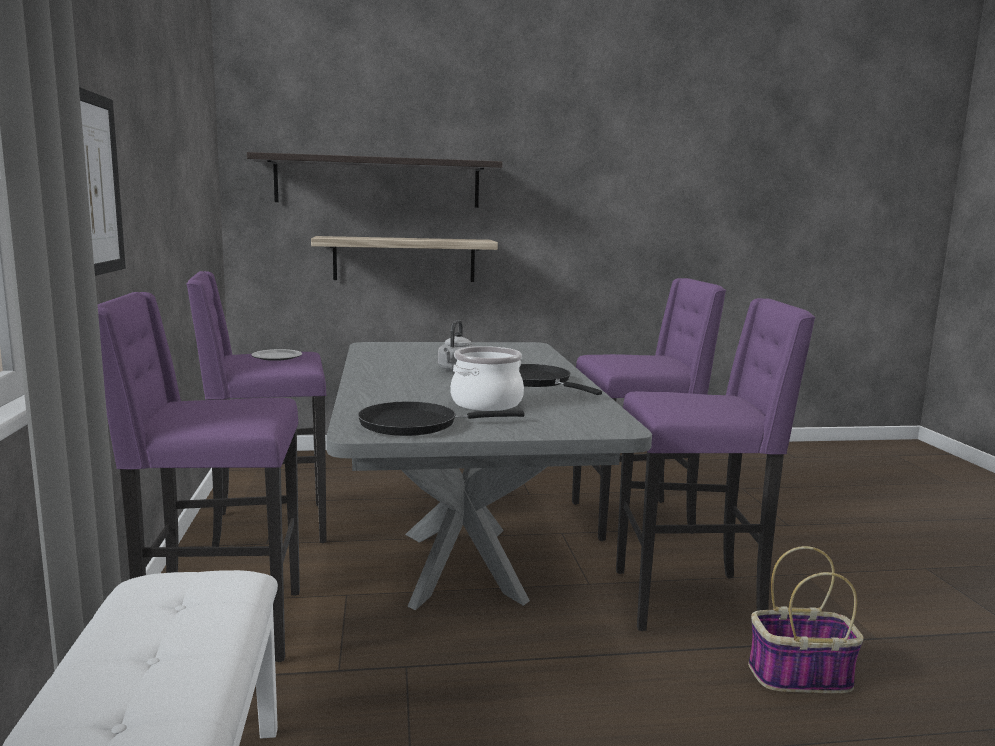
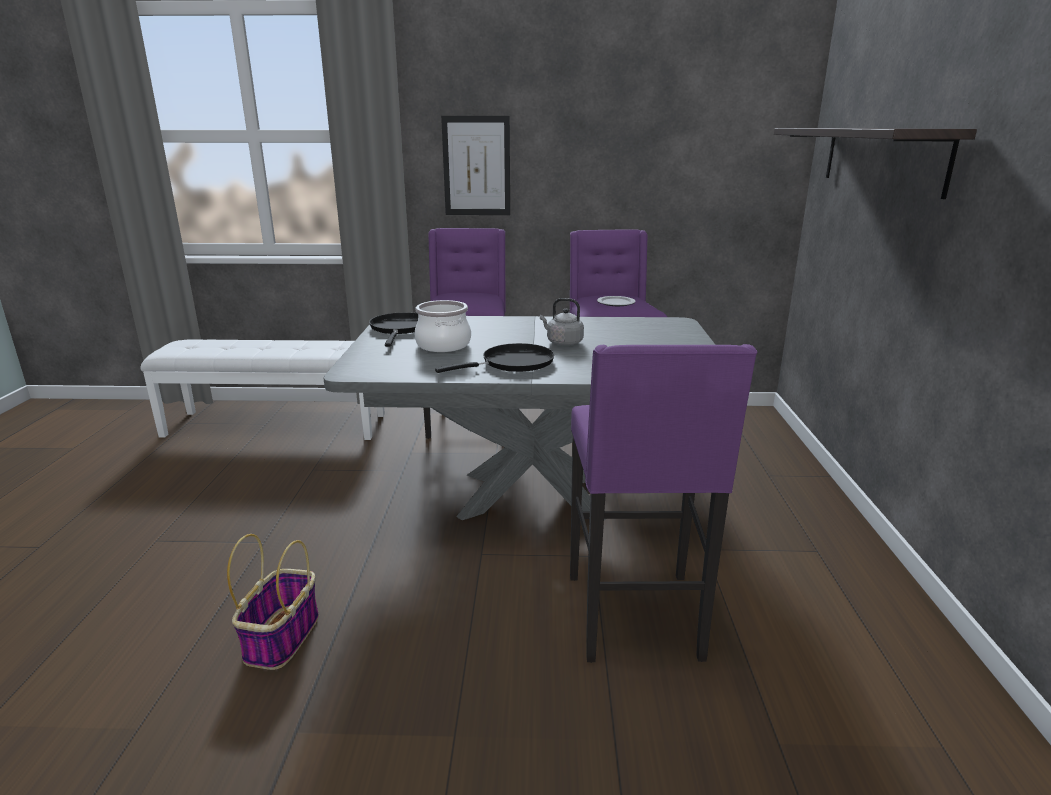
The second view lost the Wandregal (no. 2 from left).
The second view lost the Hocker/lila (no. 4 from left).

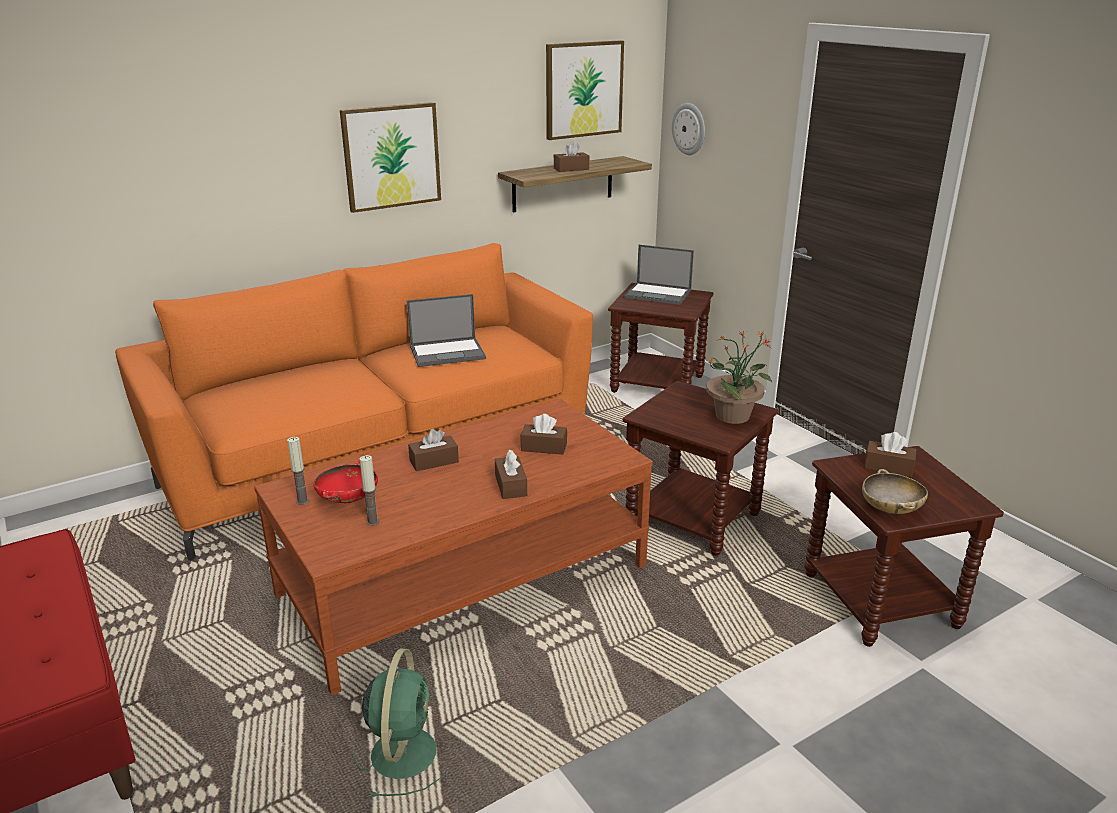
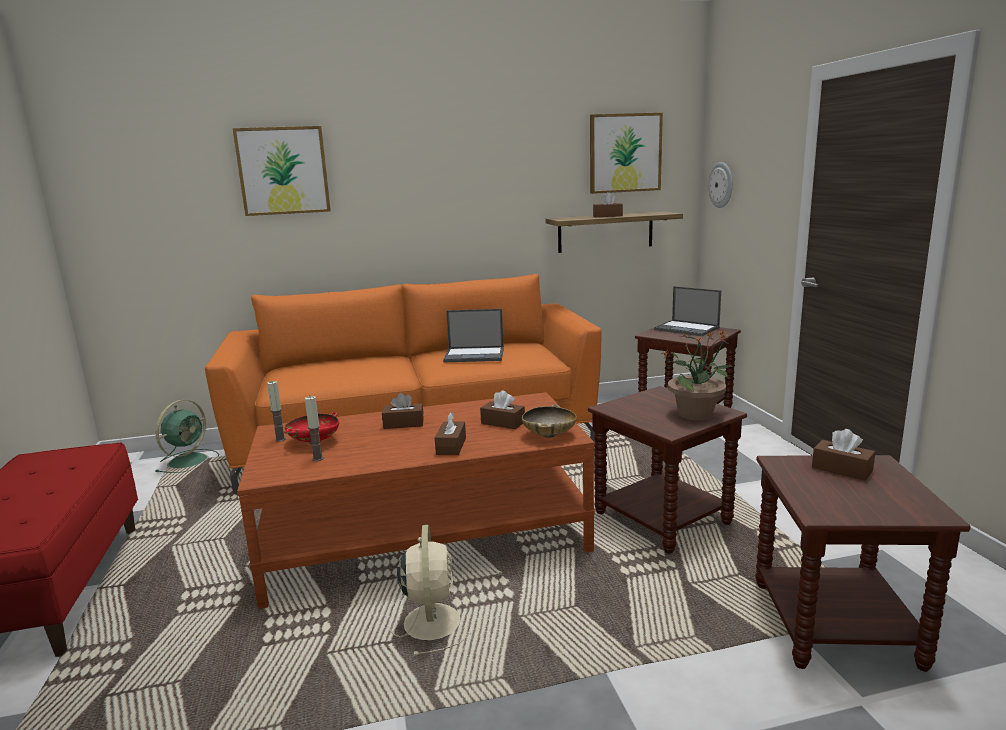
The second view gained the Ventilator/beige.
The Bild (no. 1 from left) ended up elsewhere.
The Ventilator/grün ended up elsewhere.
The Schüssel/beige ended up elsewhere.

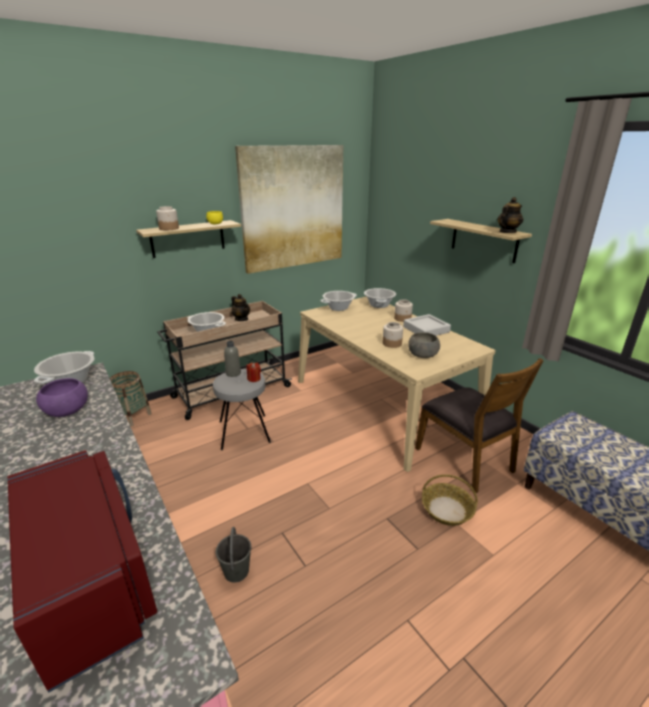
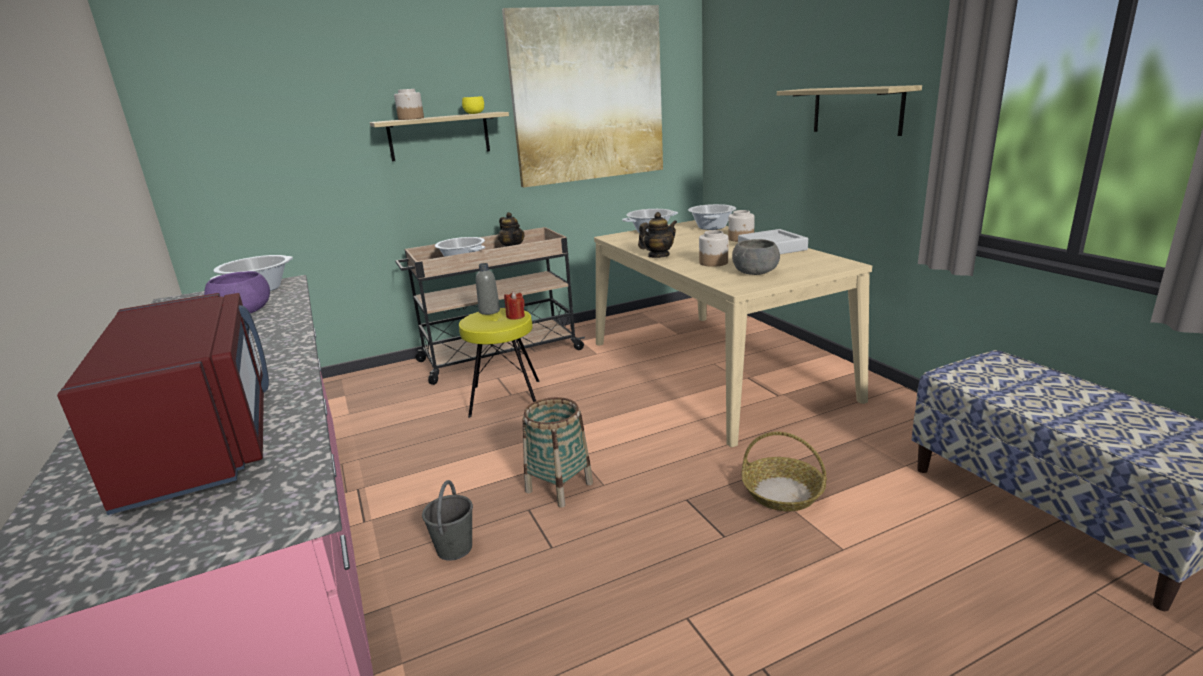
The second view lost the Stuhl/braun.
The Korb (no. 1 from left) ended up elsewhere.
The Teekanne (no. 2 from left) ended up elsewhere.
What was the Hocker/grau turned into the Hocker/gelb.

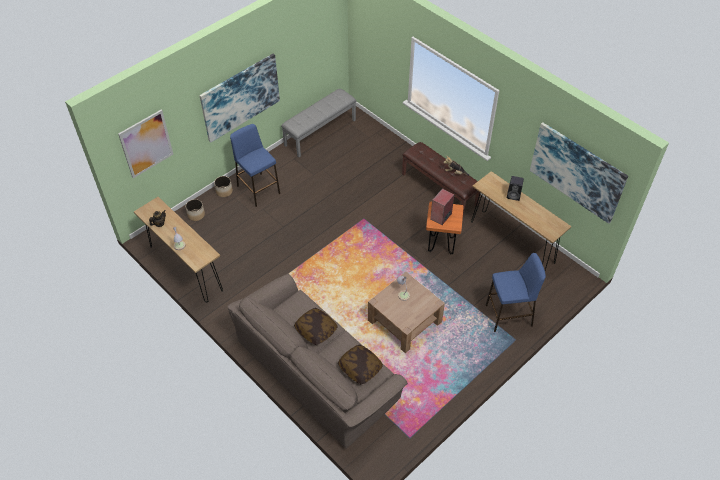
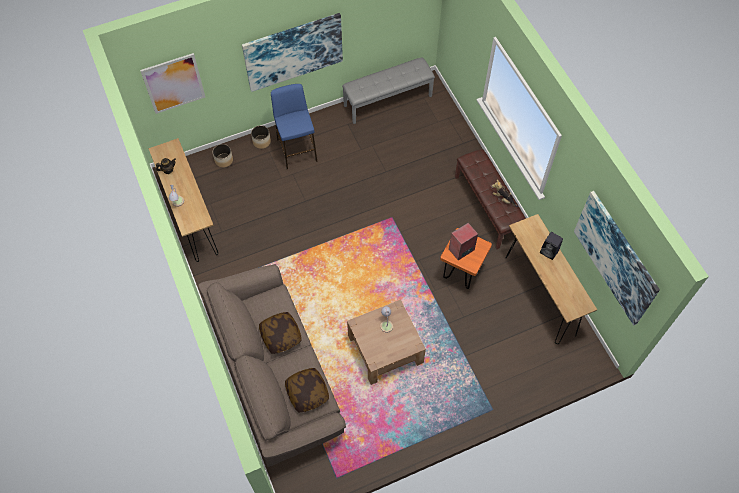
The second view lost the Hocker/blau (no. 2 from left).

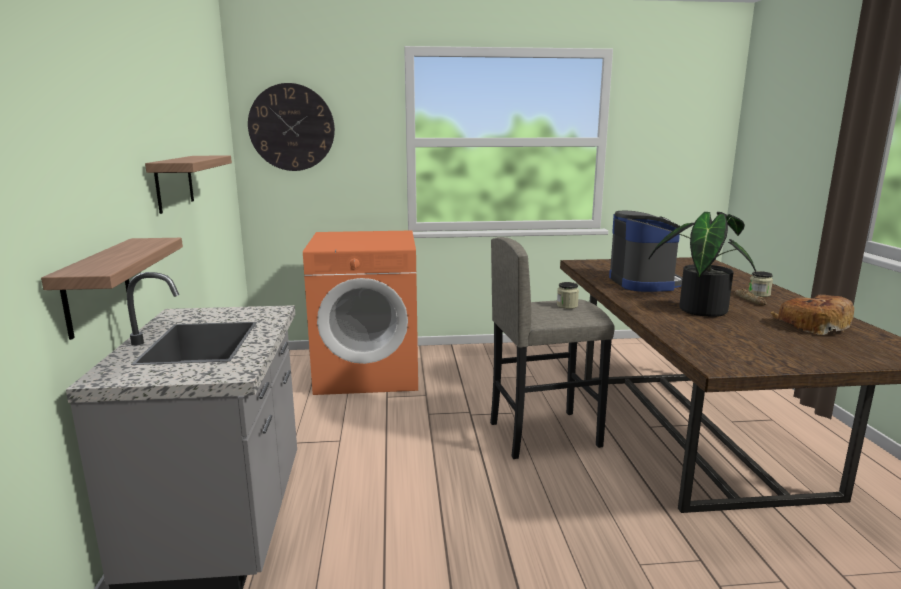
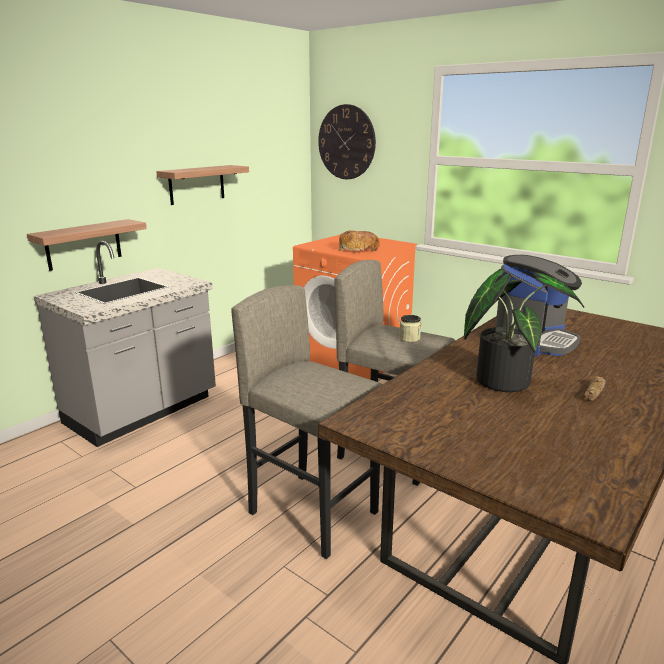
The second view lost the Vorratsglas (no. 2 from left).
The second view gained the Hocker/grau (no. 1 from left).
The Brot (no. 2 from left in the first image) ended up elsewhere.

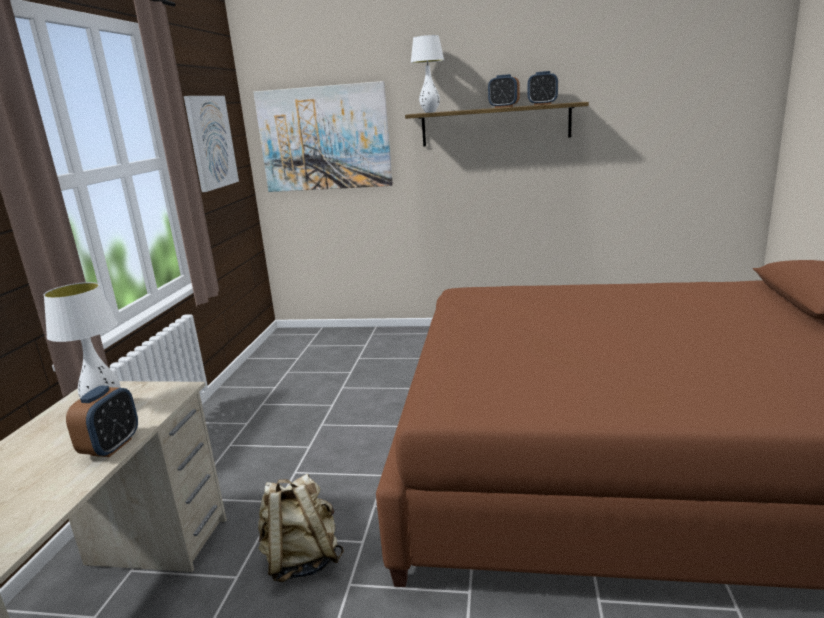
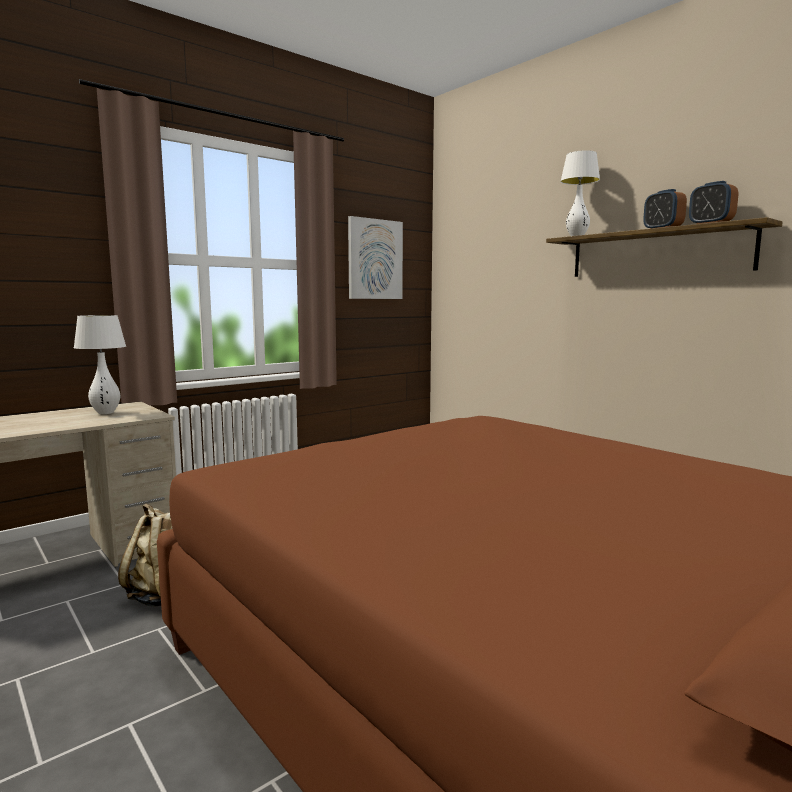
The second view lost the Wecker (no. 1 from left).
The second view lost the Bild (no. 2 from left).

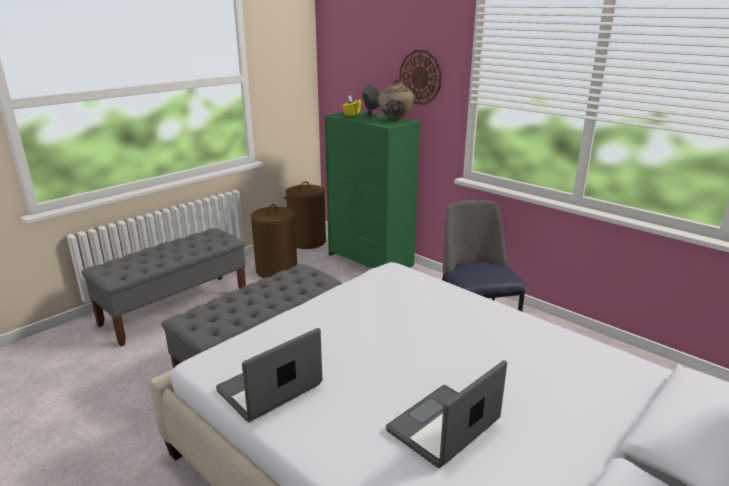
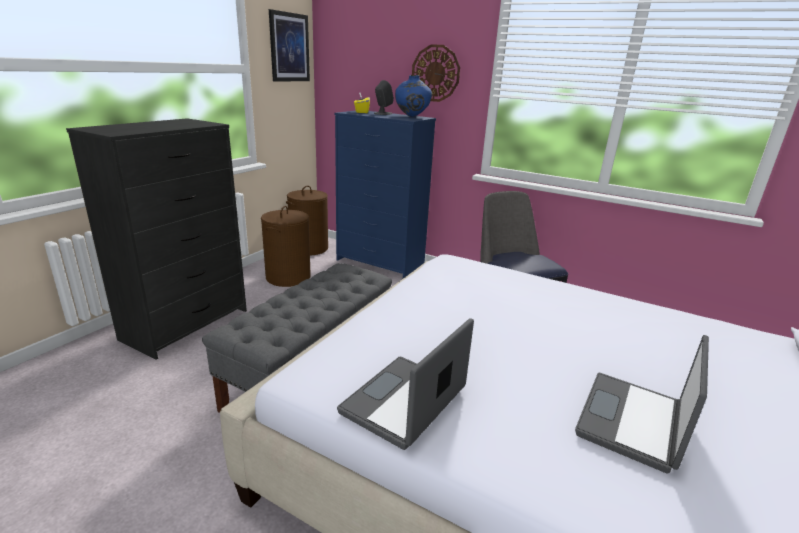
The second view gained the Bild.
Where the Bank/grau (no. 1 from left) stood, the Kommode/schwarz came to stand.
What was the Kommode/grün turned into the Kommode/blau.
What was the Vase/beige turned into the Vase/blau.

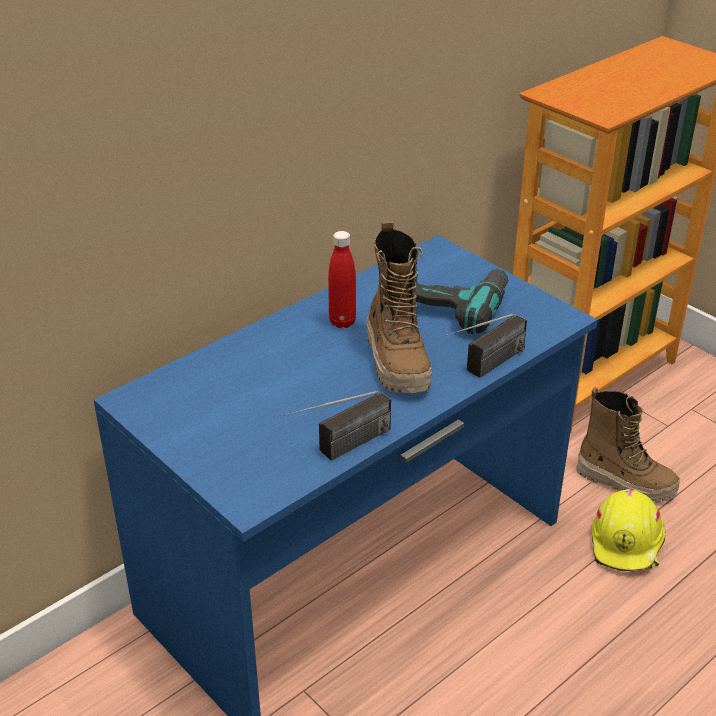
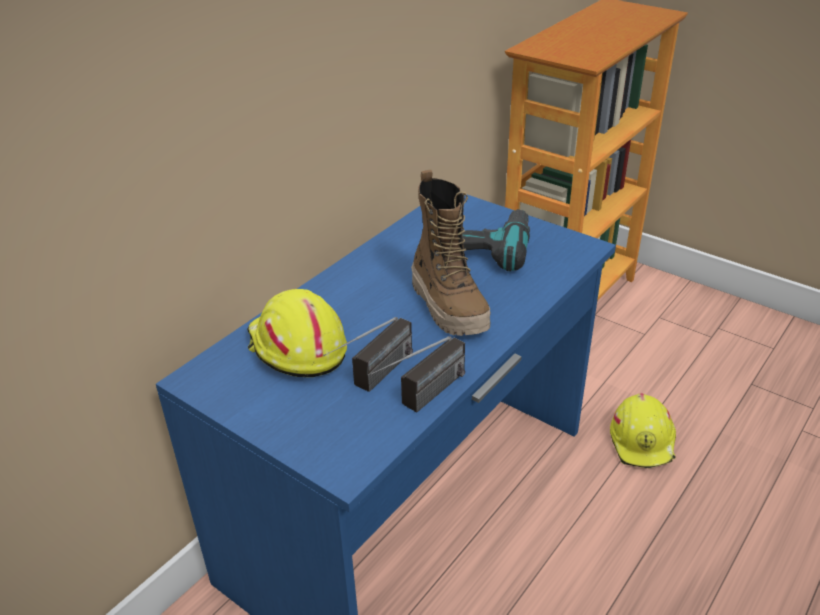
The second view lost the Flasche/rot.
The second view lost the Stiefel (no. 2 from left).
The second view gained the Schutzhelm/gelb (no. 1 from left).
The Radio (no. 2 from left in the first image) ended up elsewhere.

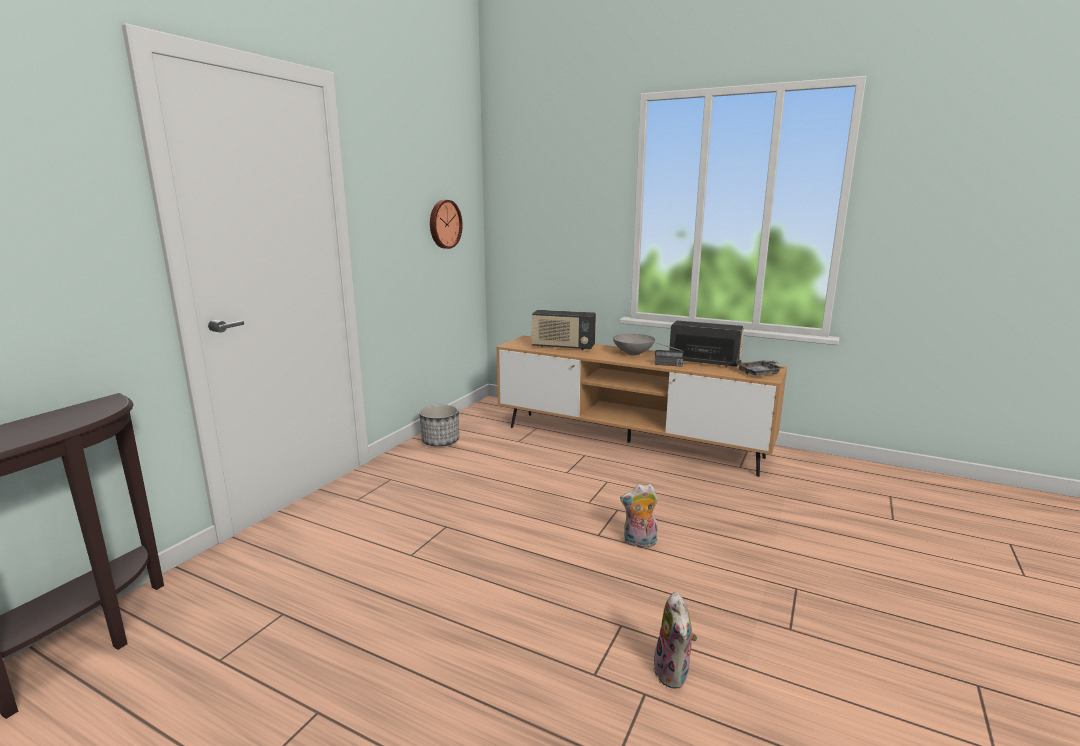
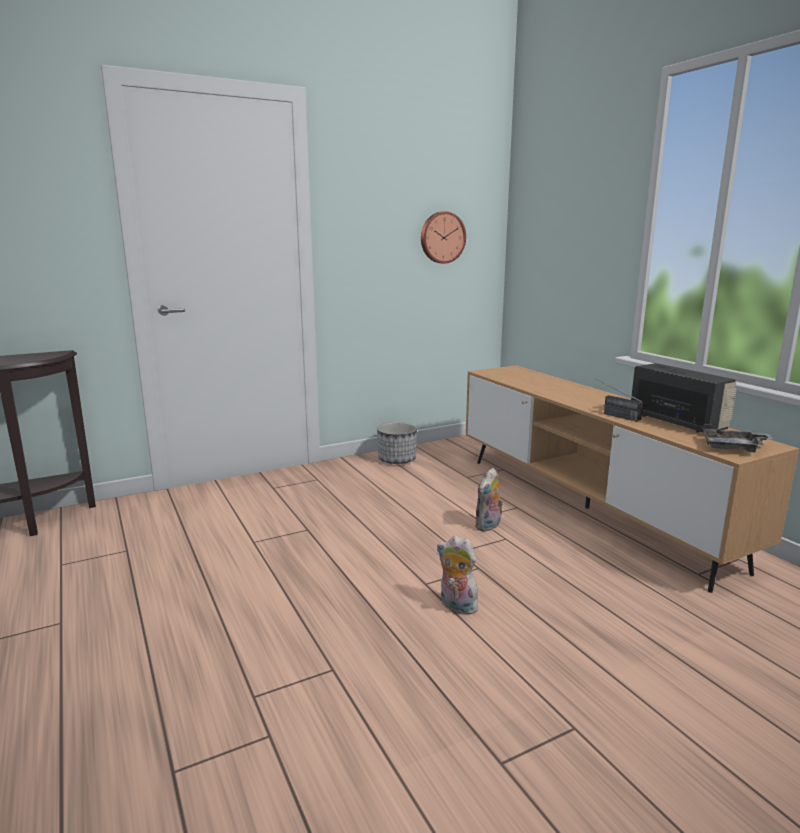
The second view lost the Radio (no. 1 from left).
The second view lost the Schüssel/grau.
The Plüschtier (no. 2 from left) ended up elsewhere.

